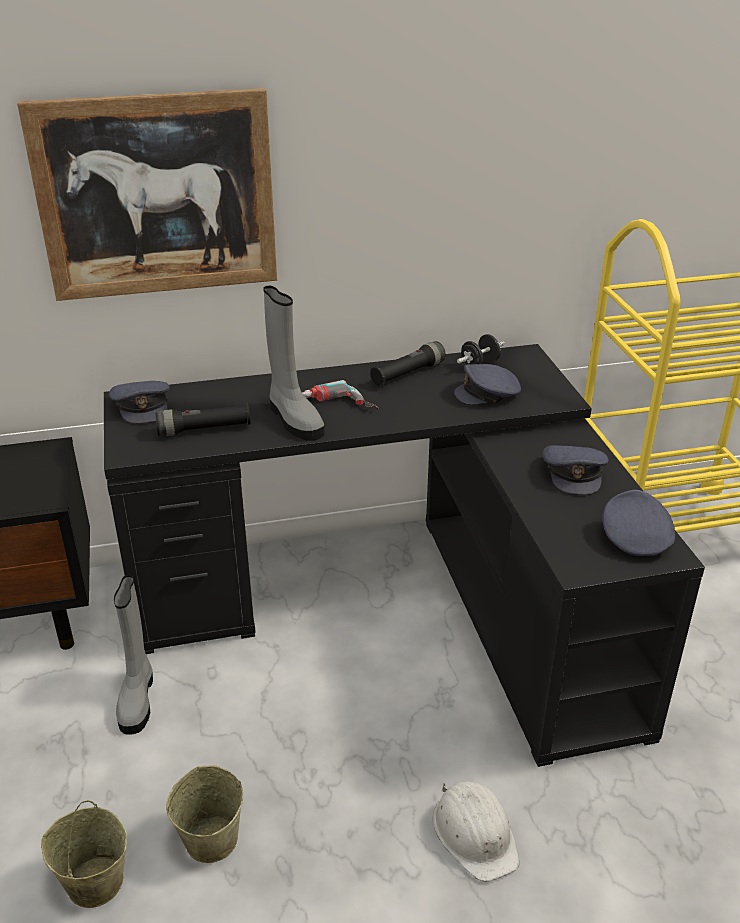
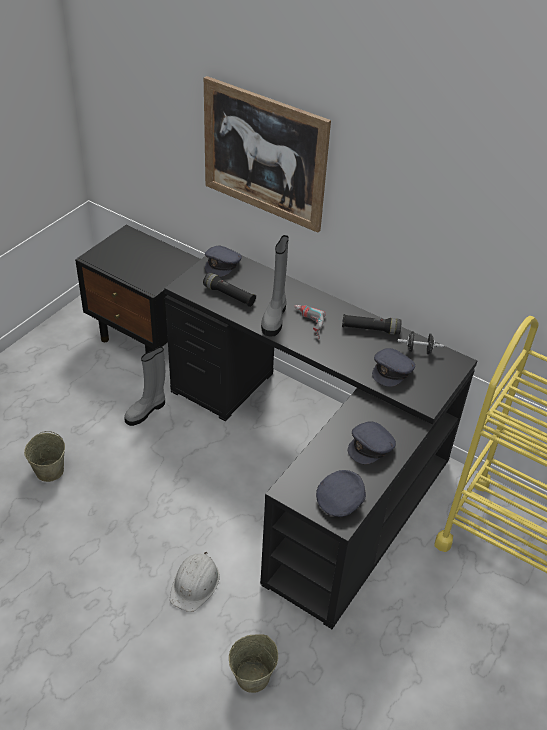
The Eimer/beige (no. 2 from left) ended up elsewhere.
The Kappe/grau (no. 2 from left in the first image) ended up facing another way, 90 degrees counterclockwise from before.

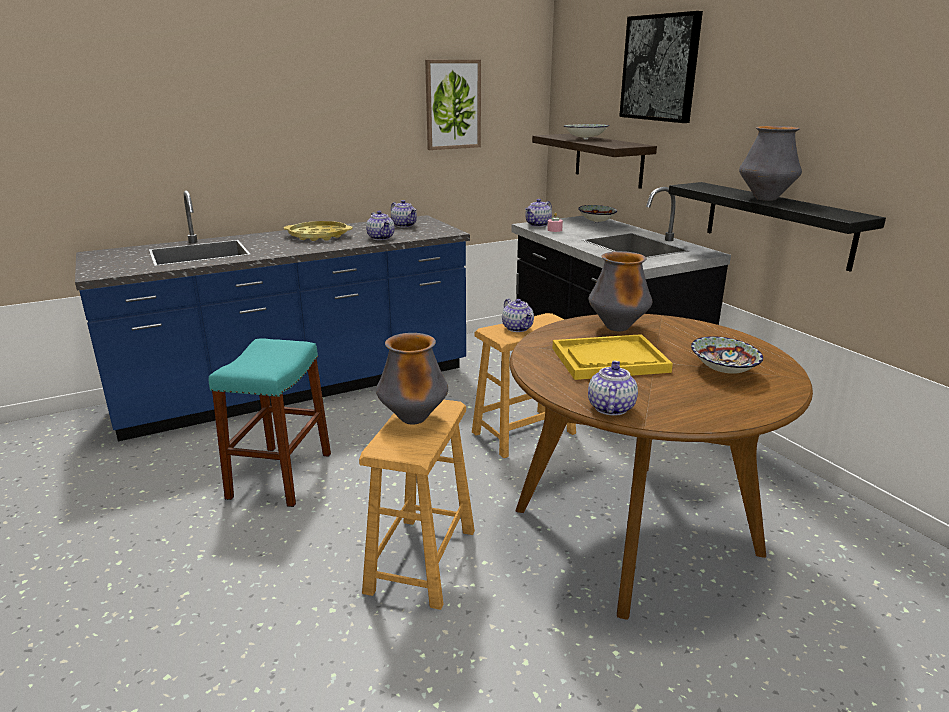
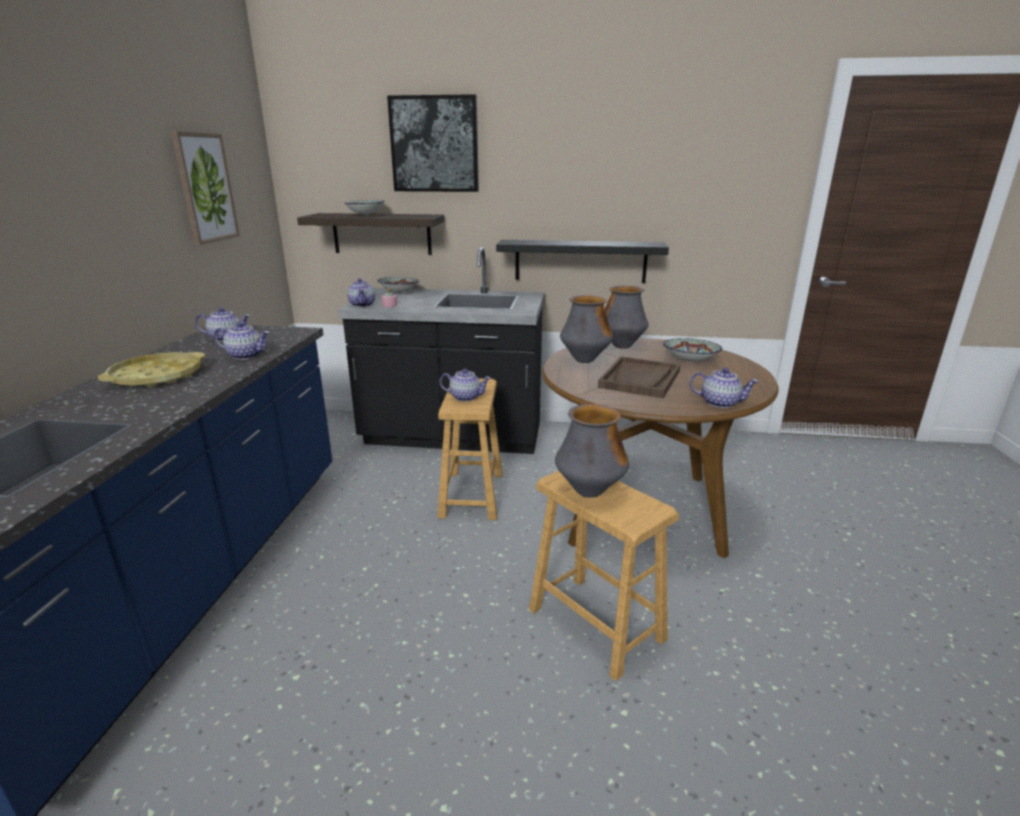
The second view lost the Hocker/türkis.
The Vase (no. 3 from left) ended up elsewhere.
What was the Tablett/gelb (no. 2 from left) turned into the Tablett/braun.
The Teekanne (no. 5 from left) ended up facing another way, 150 degrees clockwise from before.

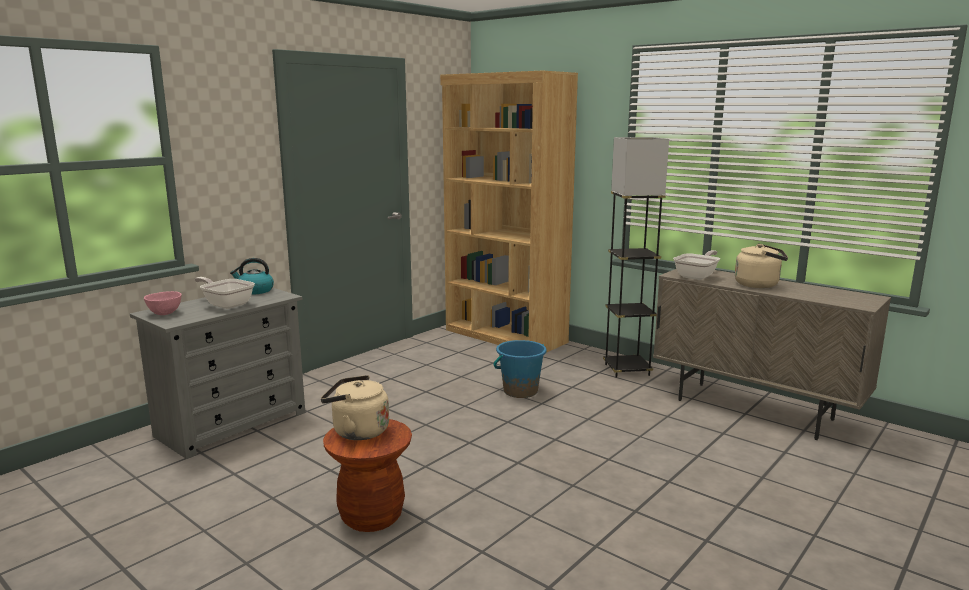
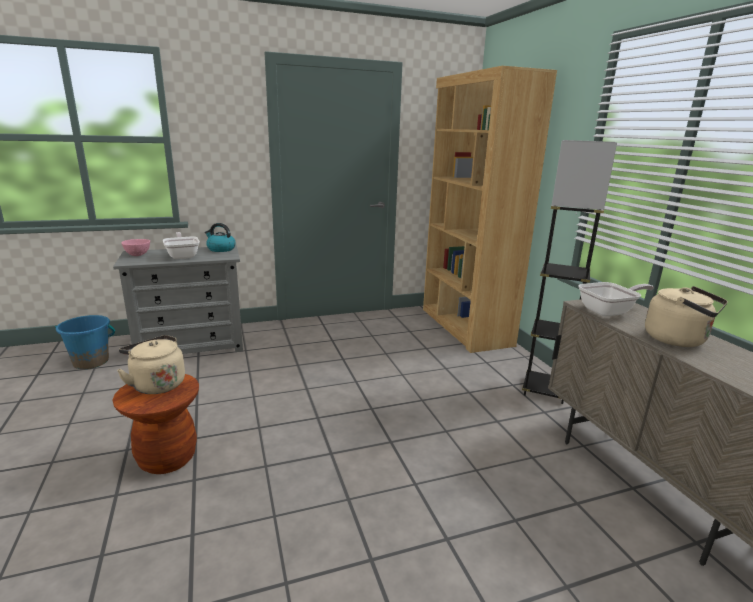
The Eimer/blau ended up elsewhere.

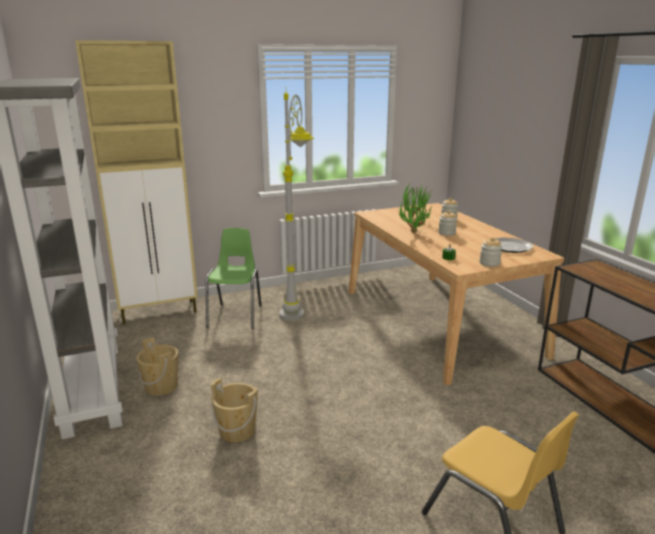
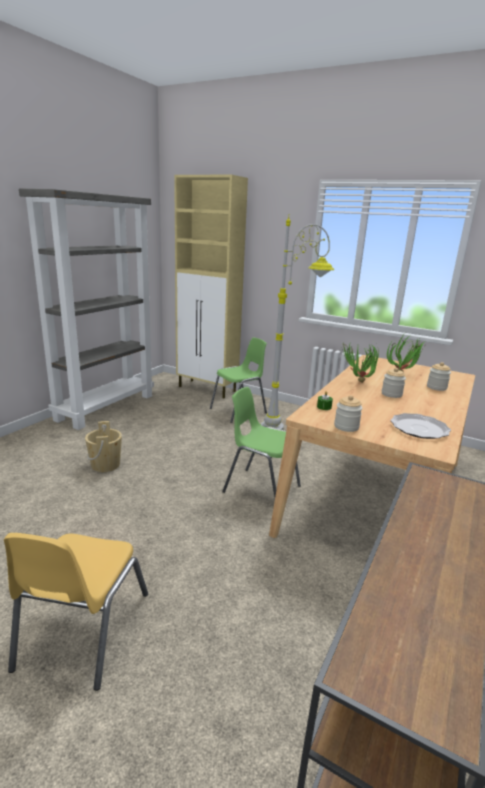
The second view lost the Eimer/beige (no. 1 from left).
The second view gained the Stuhl/grün (no. 2 from left).

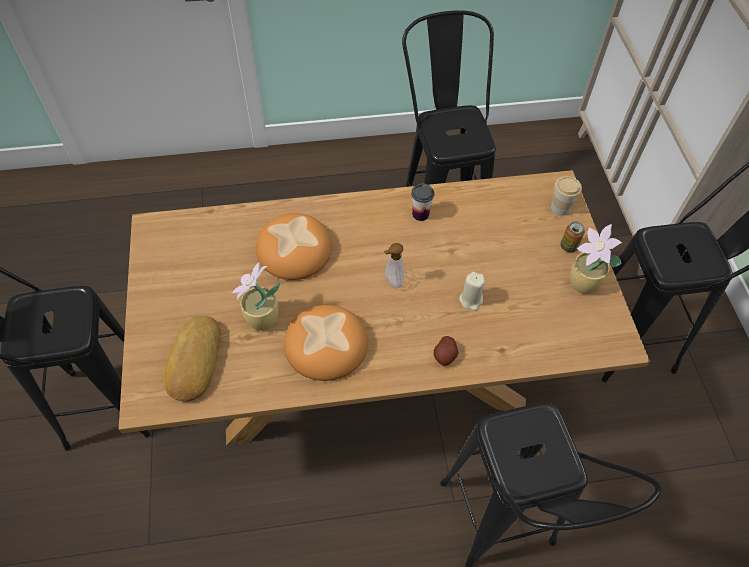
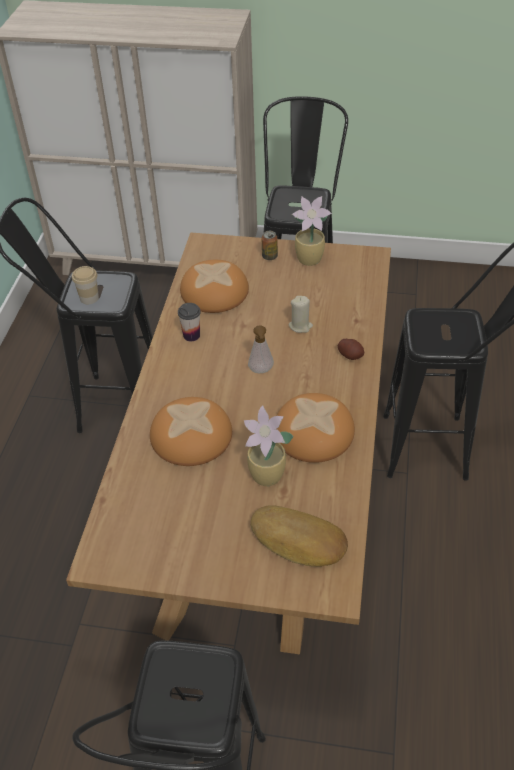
The second view gained the Brot (no. 2 from left).
The Tasse (no. 2 from left in the first image) ended up elsewhere.

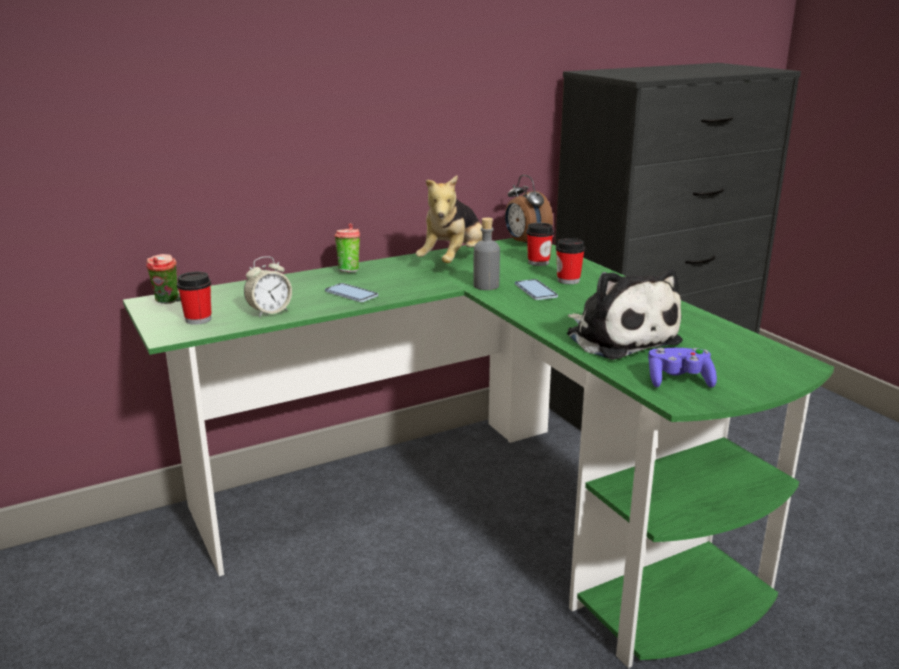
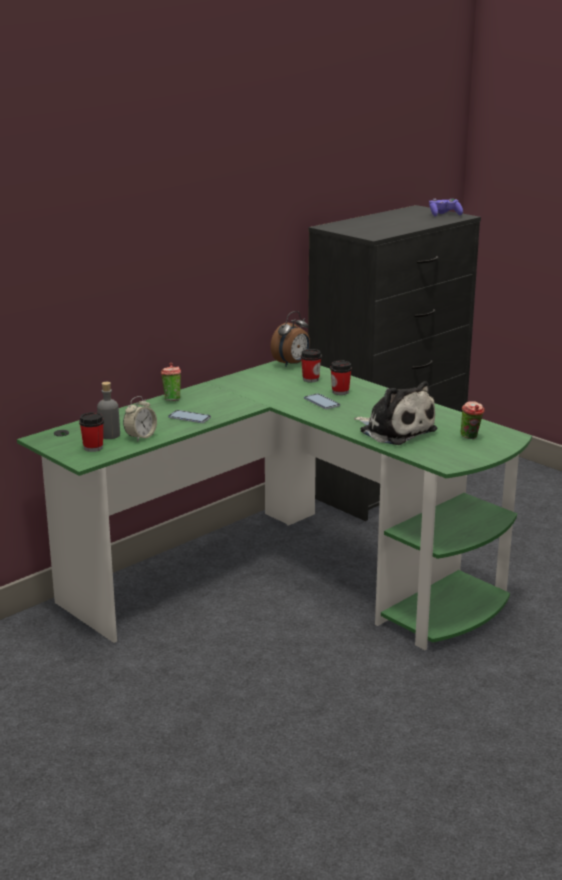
The second view lost the Plüschtier (no. 1 from left).
The Tasse (no. 1 from left in the first image) ended up elsewhere.
The Flasche/grau ended up elsewhere.
The Gamepad/lila ended up elsewhere.
The Wecker (no. 2 from left) ended up facing another way, 90 degrees counterclockwise from before.

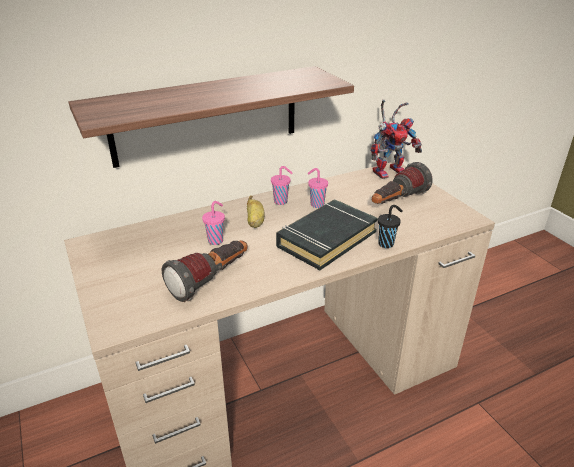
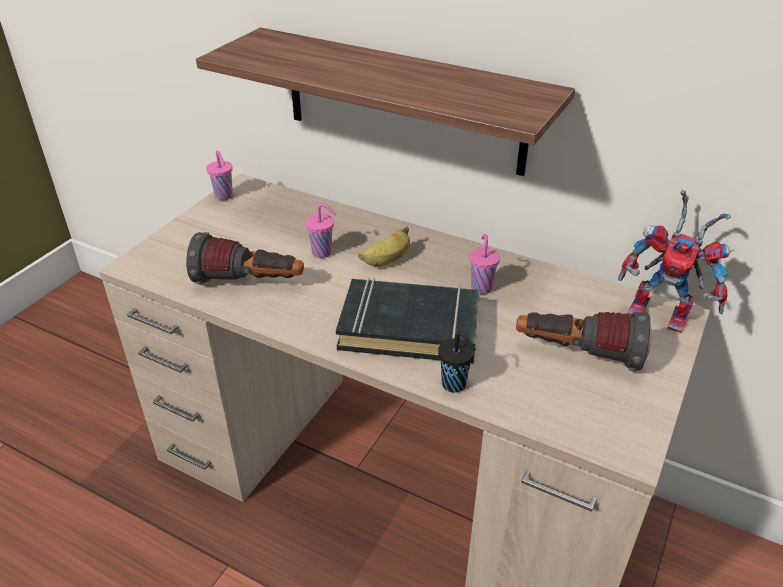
The Tasse/rosa (no. 2 from left in the first image) ended up elsewhere.

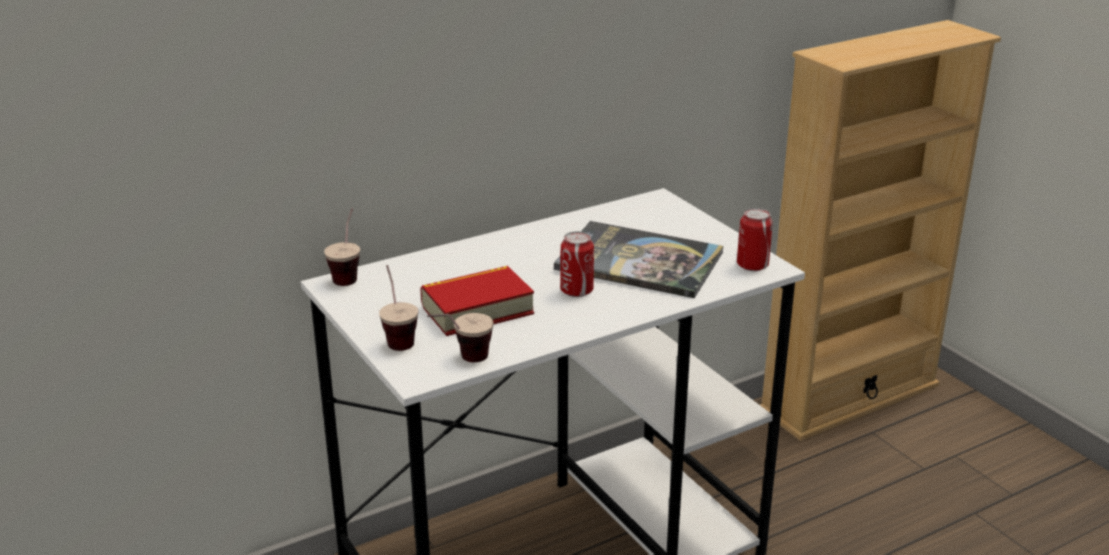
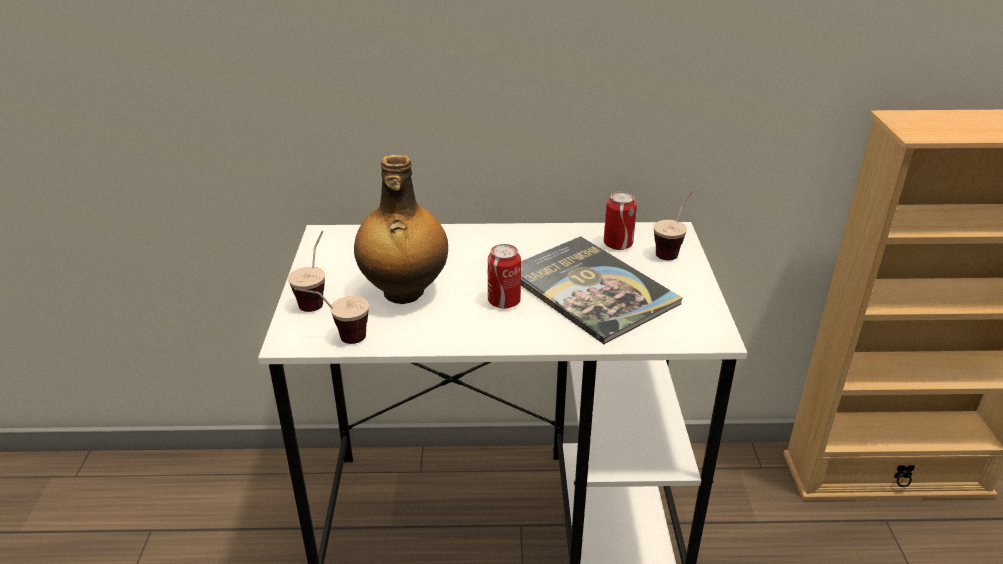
The Tasse (no. 1 from left in the first image) ended up elsewhere.
The Dose (no. 2 from left) ended up elsewhere.
Where the Buch (no. 1 from left) stood, the Flasche came to stand.

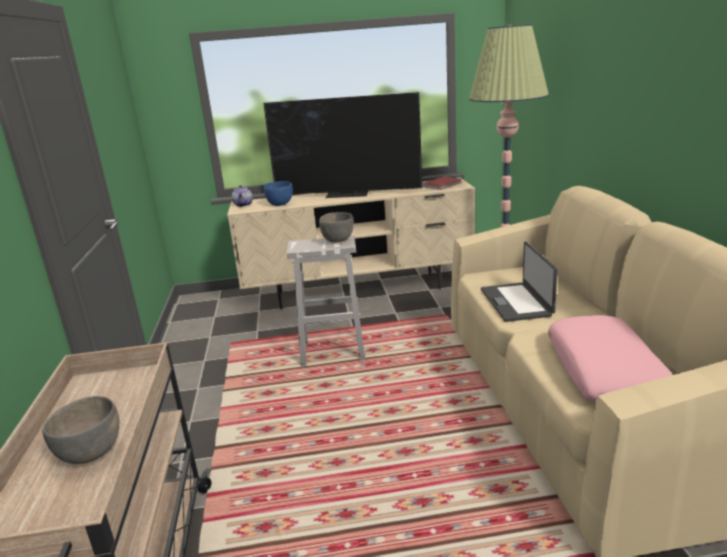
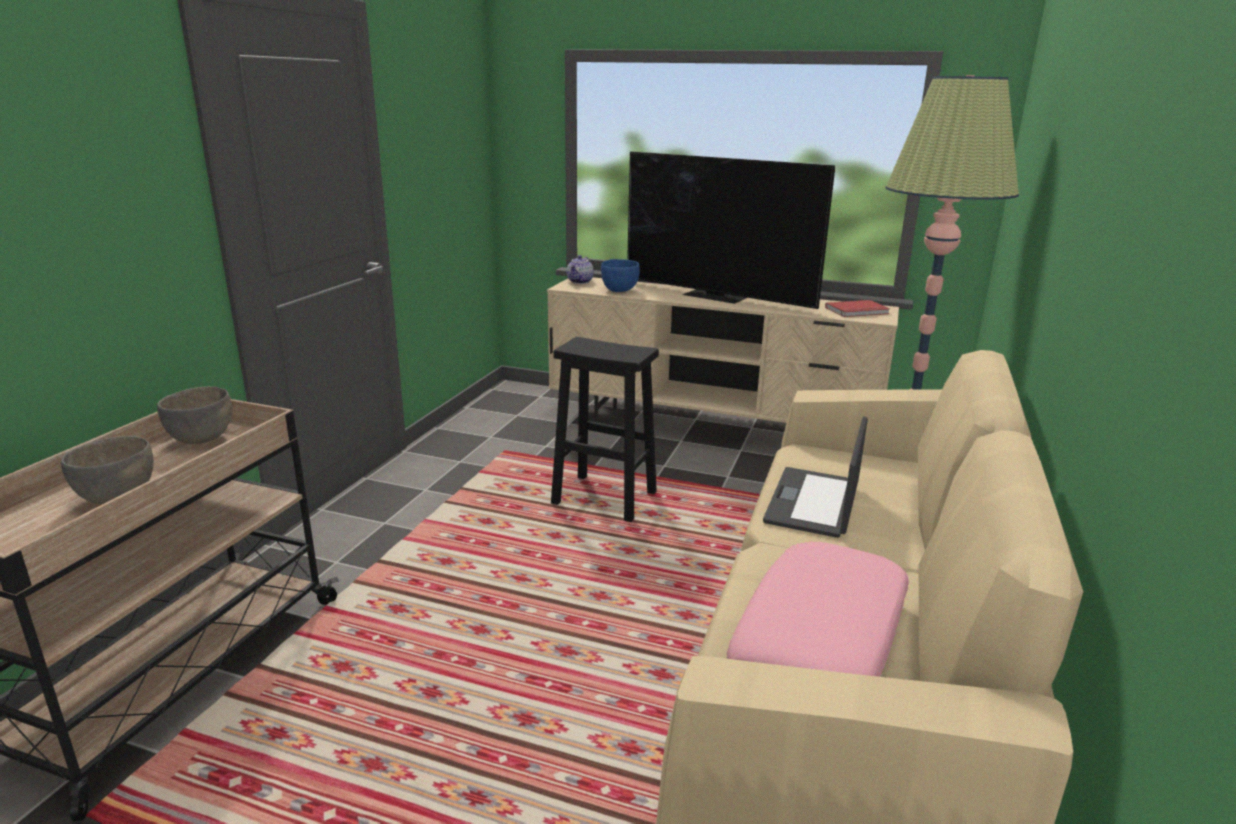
The Schüssel/grau (no. 2 from left) ended up elsewhere.
What was the Hocker/weiß turned into the Hocker/schwarz.

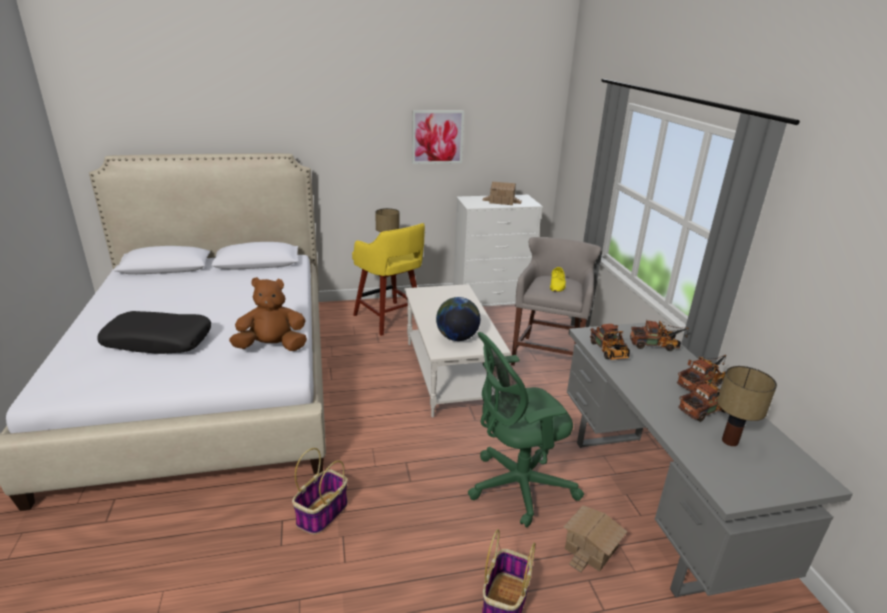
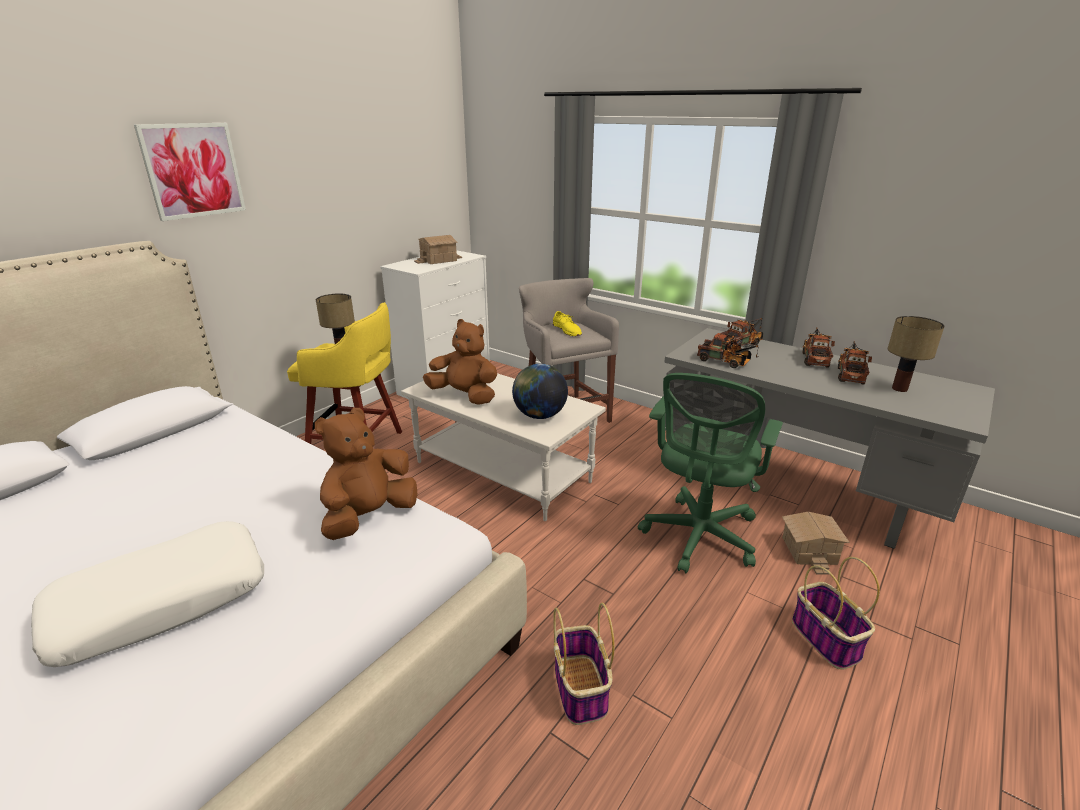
The second view gained the Plüschtier/braun (no. 2 from left).
The Bild ended up elsewhere.
What was the Kissen/schwarz turned into the Kissen/weiß.

